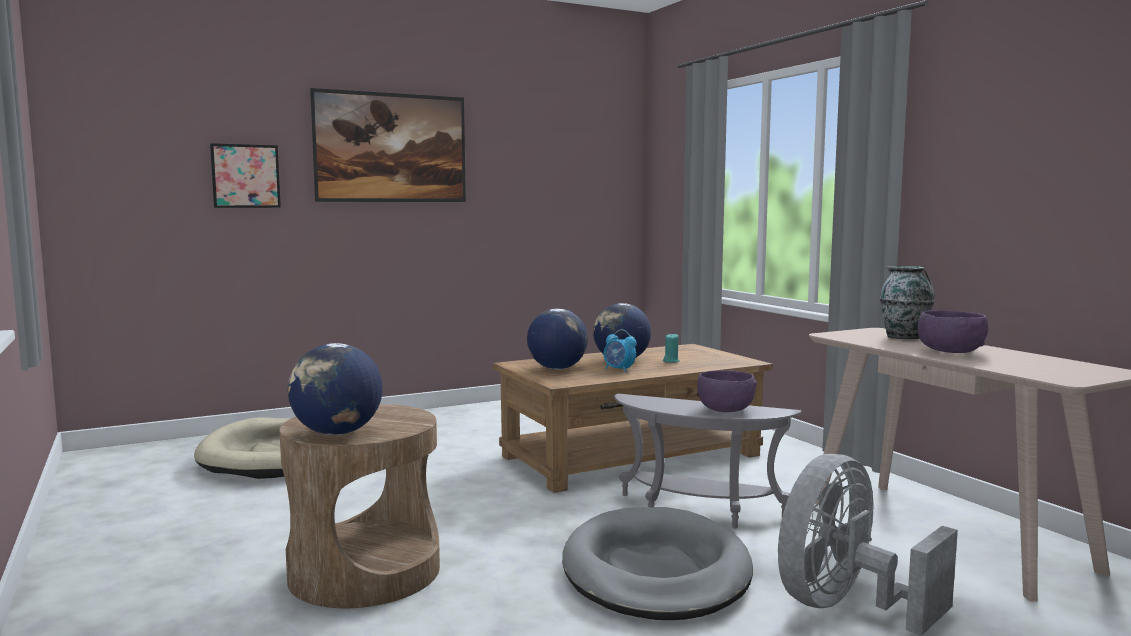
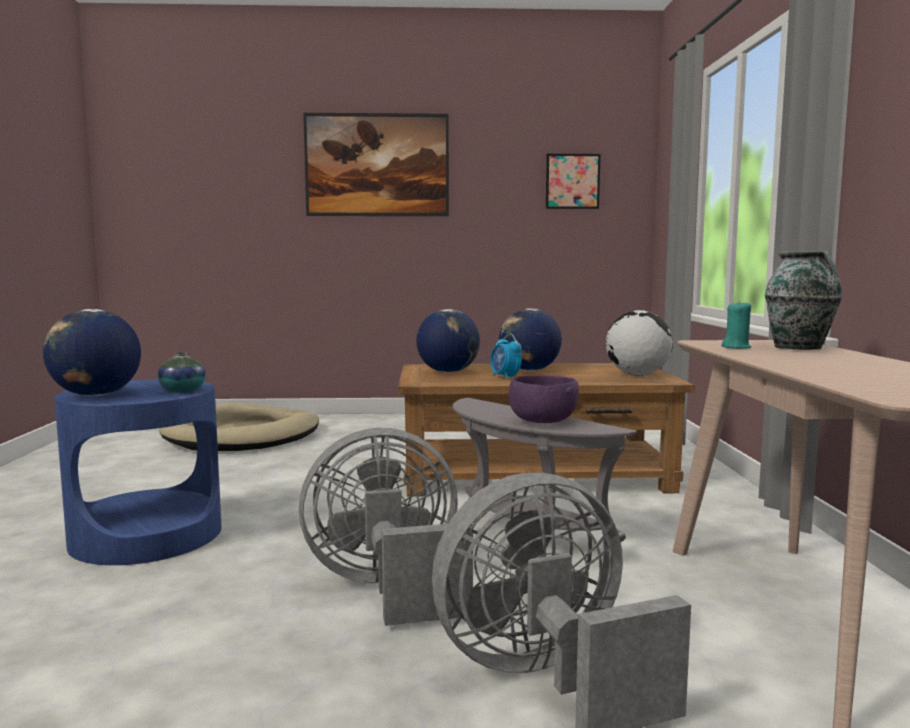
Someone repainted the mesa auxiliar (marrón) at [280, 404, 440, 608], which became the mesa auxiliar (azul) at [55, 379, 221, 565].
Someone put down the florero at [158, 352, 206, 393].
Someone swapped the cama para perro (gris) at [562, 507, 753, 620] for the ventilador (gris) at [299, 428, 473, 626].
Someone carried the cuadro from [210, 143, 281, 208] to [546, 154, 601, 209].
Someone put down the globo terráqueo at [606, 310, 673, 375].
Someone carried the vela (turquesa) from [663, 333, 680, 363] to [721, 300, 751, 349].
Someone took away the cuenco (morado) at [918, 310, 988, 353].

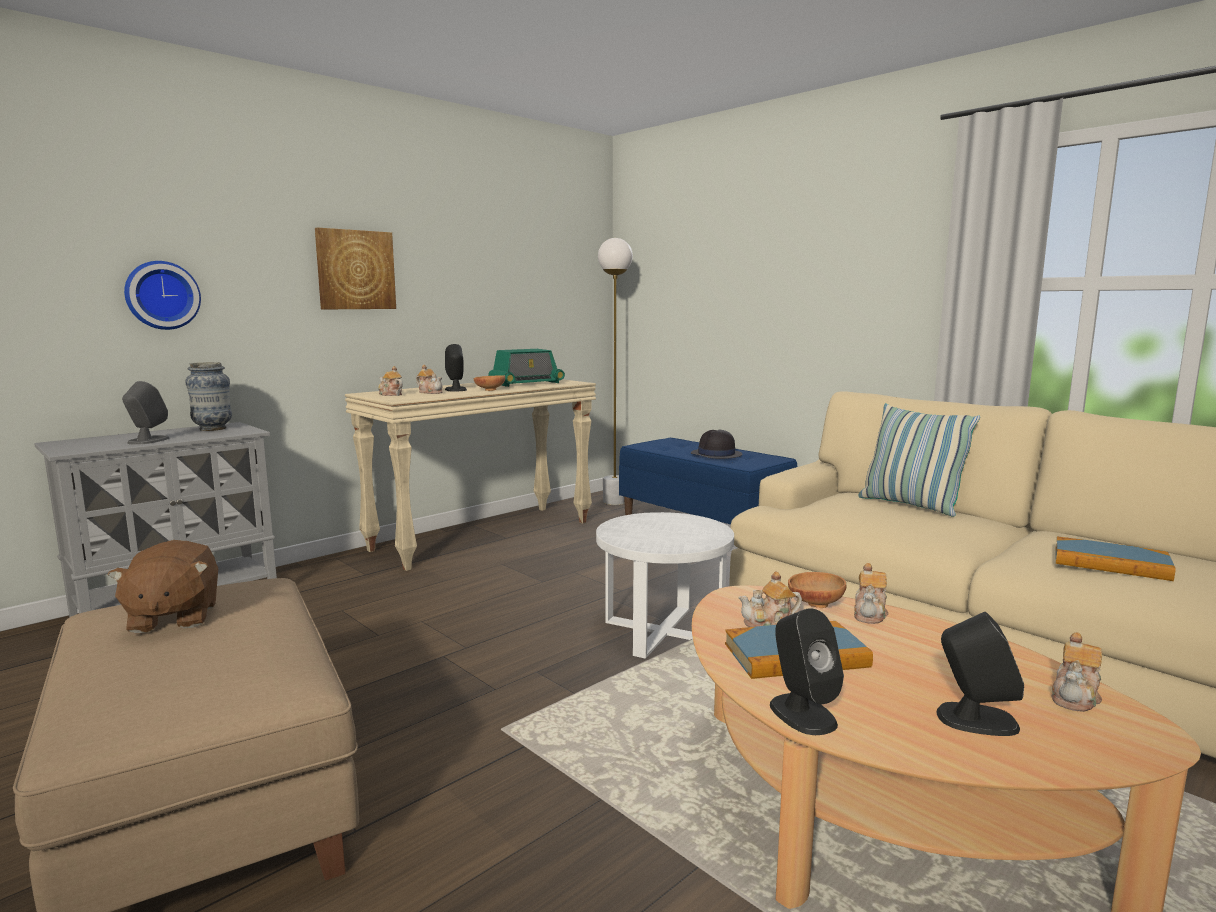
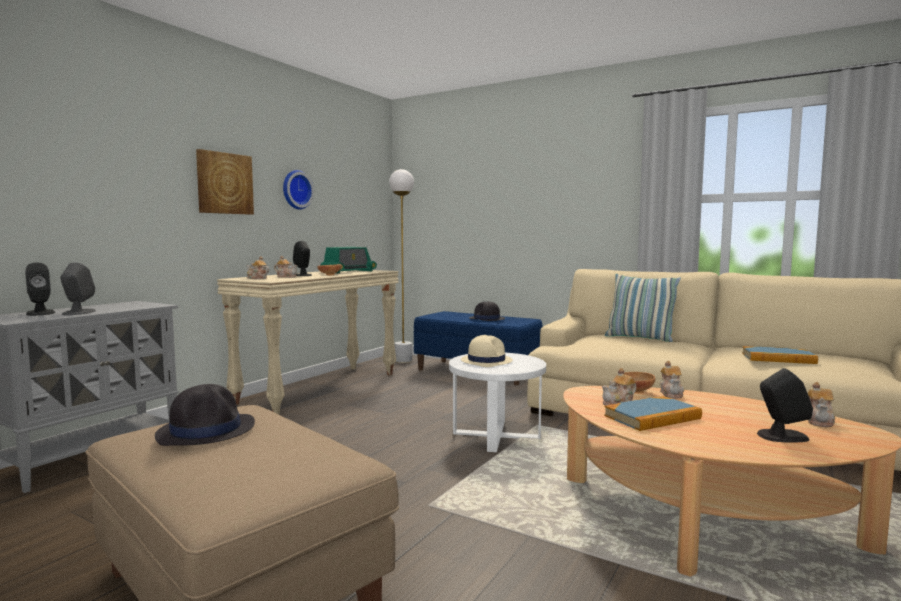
Someone carried the altavoz (negro) from [770, 608, 844, 735] to [25, 263, 55, 316].
Someone swapped the peluche (marrón) at [107, 540, 218, 633] for the sombrero (negro) at [155, 384, 255, 446].
Someone carried the reloj de pared from [124, 261, 201, 330] to [283, 170, 314, 210].
Someone put down the sombrero (beis) at [461, 335, 513, 367].
Someone took away the florero at [185, 362, 232, 431].

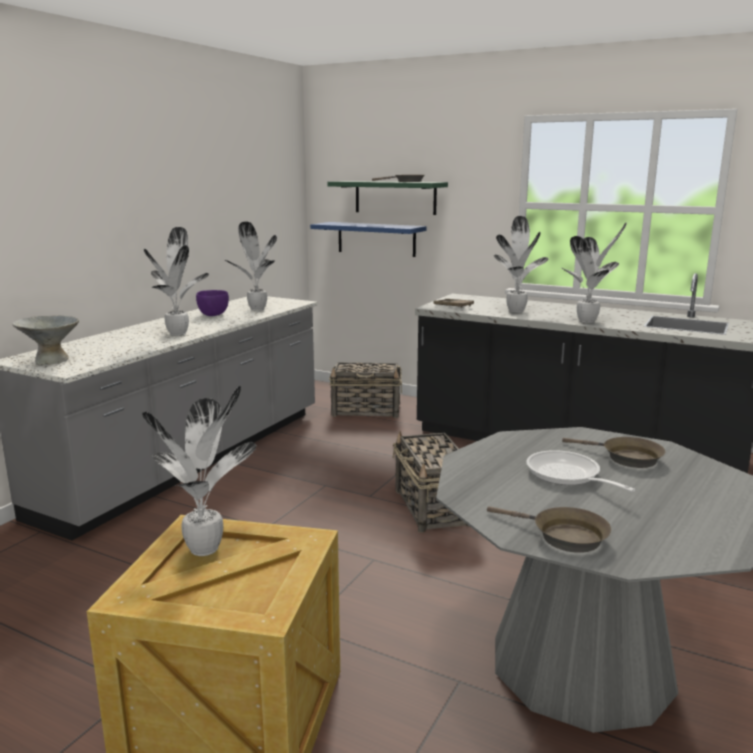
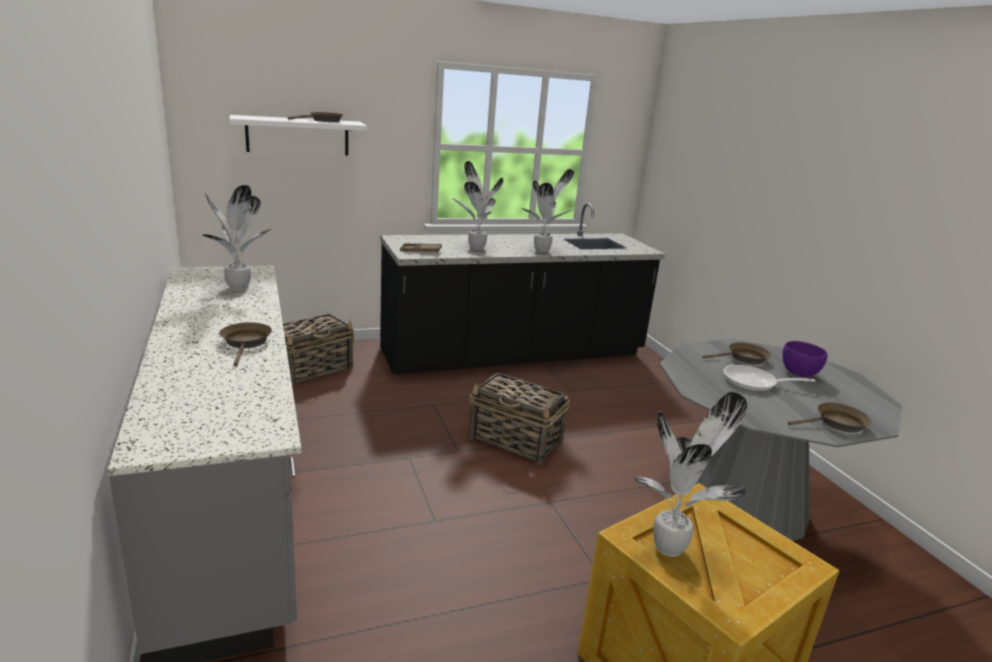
Someone swapped the planta en maceta at [144, 227, 209, 336] for the sartén (marrón) at [220, 322, 272, 366].
Someone repainted the estante (verde) at [327, 181, 448, 215], which became the estante (blanco) at [229, 115, 367, 155].
Someone carried the cuenco (morado) from [196, 290, 229, 316] to [782, 341, 828, 377].
Someone took away the cuenco (gris) at [12, 316, 79, 365].
Someone took away the estante (azul) at [310, 222, 427, 257].

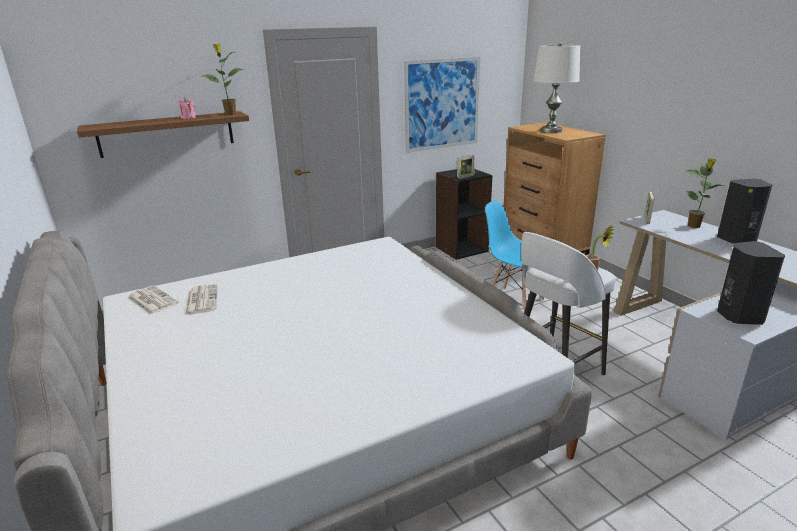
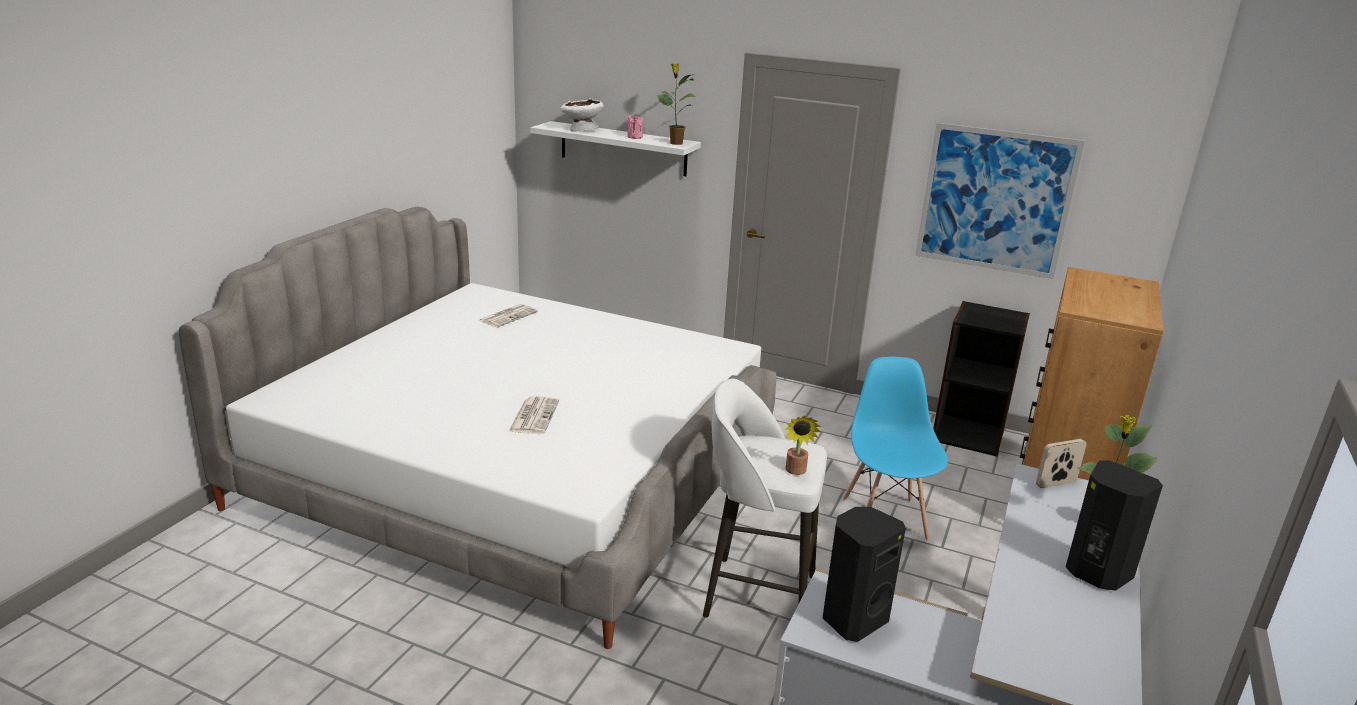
Someone carried the periódico from [128, 286, 179, 315] to [508, 396, 559, 434].
Someone repainted the estante (marrón) at [77, 111, 249, 158], which became the estante (blanco) at [530, 121, 701, 176].
Someone put down the cuenco (blanco) at [561, 98, 604, 131].
Someone took away the portarretratos at [457, 155, 475, 179].
Someone took away the lámpara de mesa (blanco) at [533, 42, 580, 133].

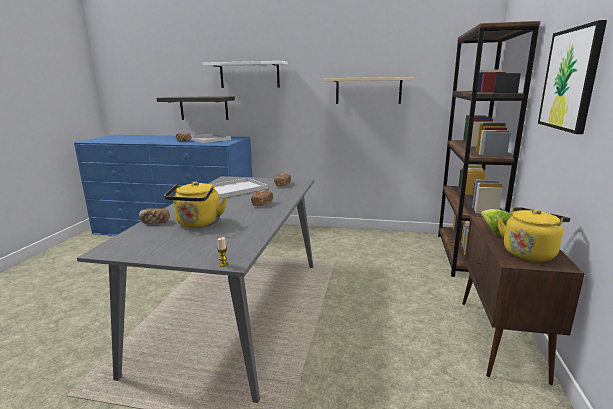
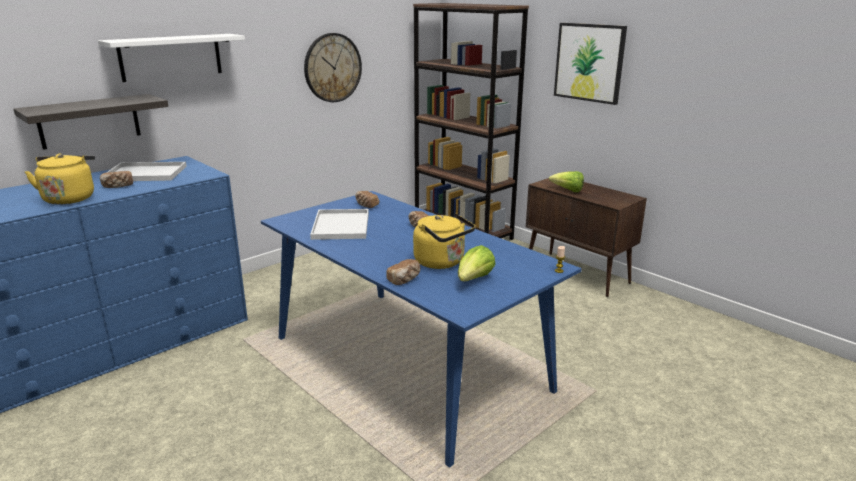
Someone carried the hervidor (amarillo) from [497, 207, 570, 262] to [25, 154, 95, 204].
Someone repainted the mesa de comedor (gris) at [77, 176, 314, 403], which became the mesa de comedor (azul) at [261, 191, 582, 467].
Someone swapped the estante (beis) at [324, 77, 414, 104] for the reloj de pared at [304, 33, 362, 102].
Someone put down the lechuga at [458, 245, 496, 281].

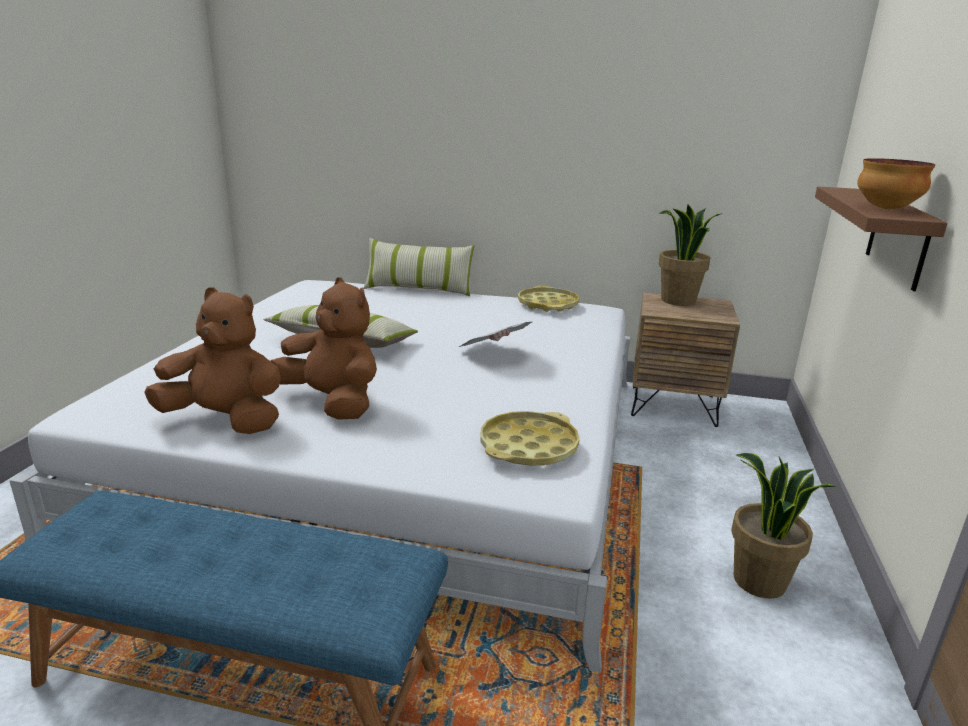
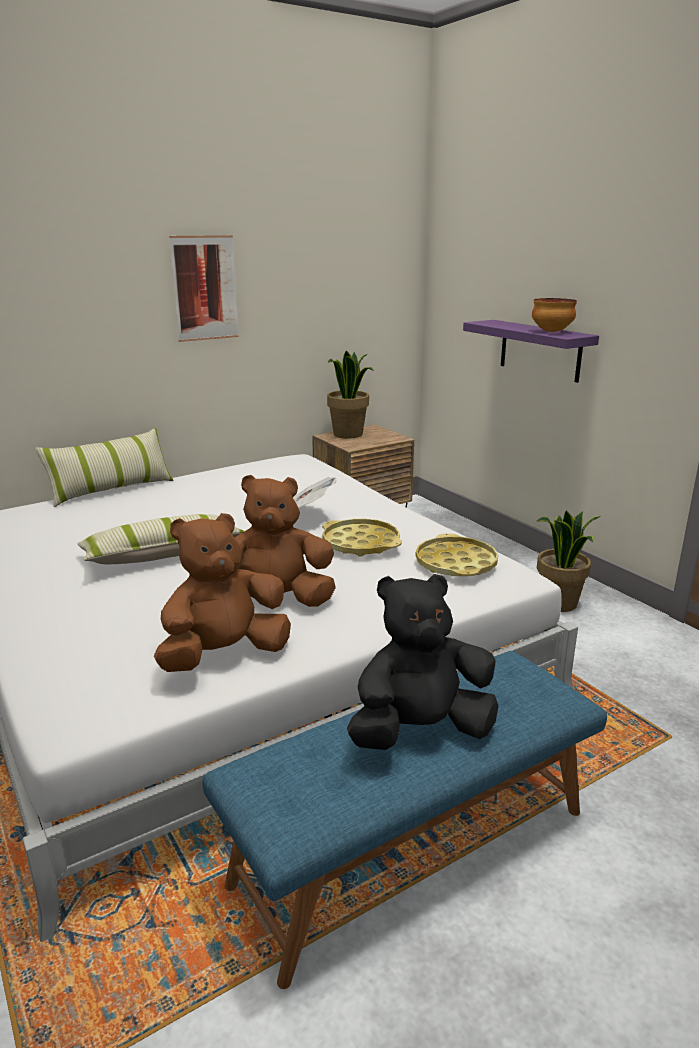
Someone put up the cuadro at [169, 235, 239, 342].
Someone carried the bandeja (amarillo) from [518, 286, 579, 312] to [322, 519, 402, 557].
Someone put down the peluche (negro) at [347, 574, 498, 750].
Someone repainted the estante (marrón) at [815, 186, 948, 291], which became the estante (morado) at [463, 320, 599, 383].

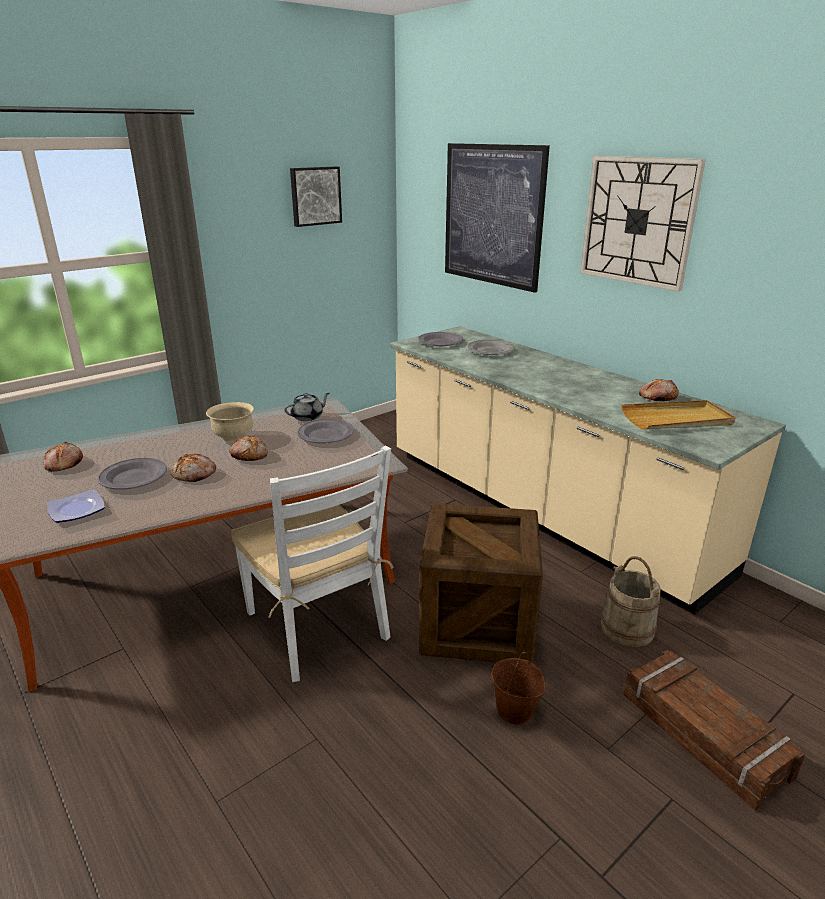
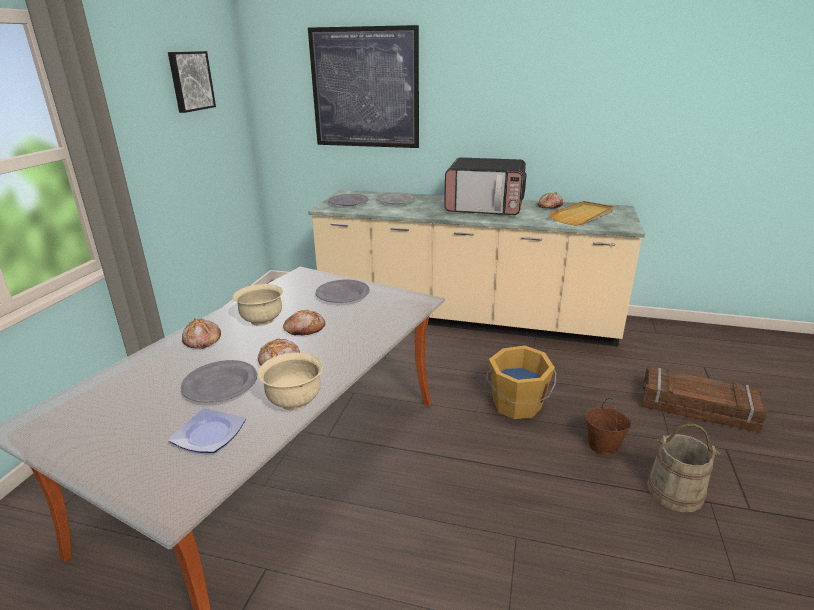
Someone carried the pan from [43, 441, 83, 472] to [182, 318, 221, 349].
Someone put down the cuenco (beis) at [257, 353, 323, 410].
Someone put down the microondas at [444, 157, 526, 215].
Someone swapped the caja de embalaje at [419, 503, 543, 663] for the cubo (naranja) at [486, 346, 556, 419].
Someone carried the cubo (beis) from [601, 556, 661, 647] to [647, 424, 720, 512].
Someone took away the silla (blanco) at [231, 445, 394, 682].
Someone took away the tetera (gris) at [284, 393, 330, 421].
Someone took away the reloj de pared at [580, 156, 706, 291].

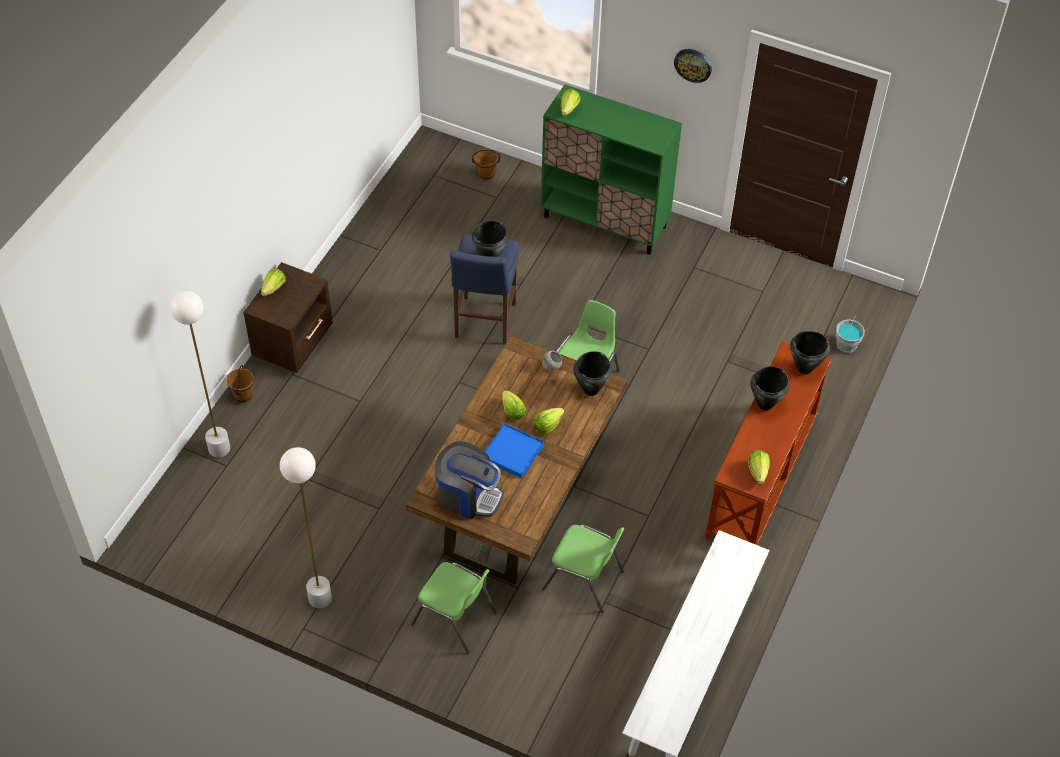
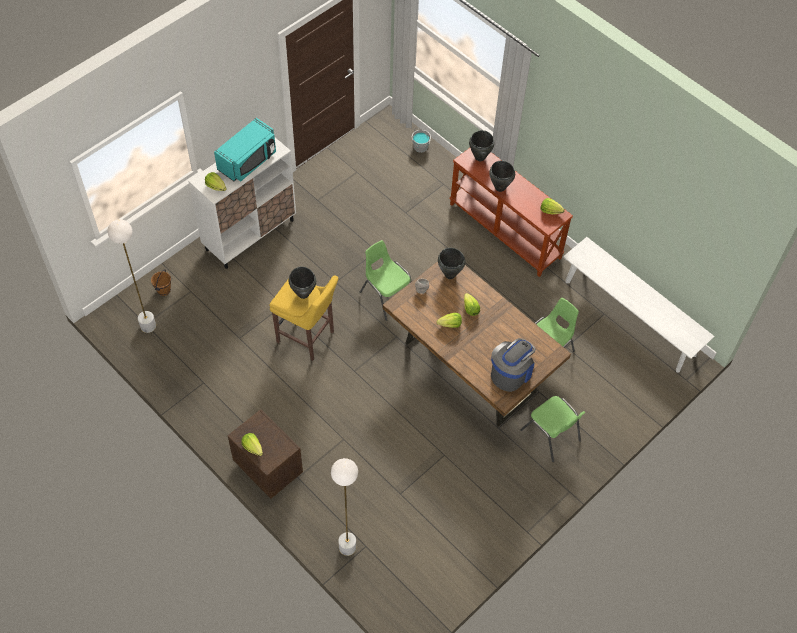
Someone carried the lámpara de pie (blanco) from [280, 447, 332, 608] to [107, 219, 156, 333].
Someone repainted the armario (verde) at [541, 84, 682, 255], which became the armario (blanco) at [188, 138, 296, 269].
Someone put down the microondas (turquesa) at [214, 118, 276, 182].
Someone repainted the taburete (azul) at [450, 235, 520, 345], which became the taburete (amarillo) at [269, 275, 338, 361].
Someone rotated the silla (verde) at [411, 562, 496, 654] by 90 degrees clockwise.
Someone took away the cubo (marrón) at [226, 365, 254, 403].
Someone took away the bandeja (azul) at [484, 423, 544, 478].
Someone took away the reloj de pared at [674, 49, 712, 83].

